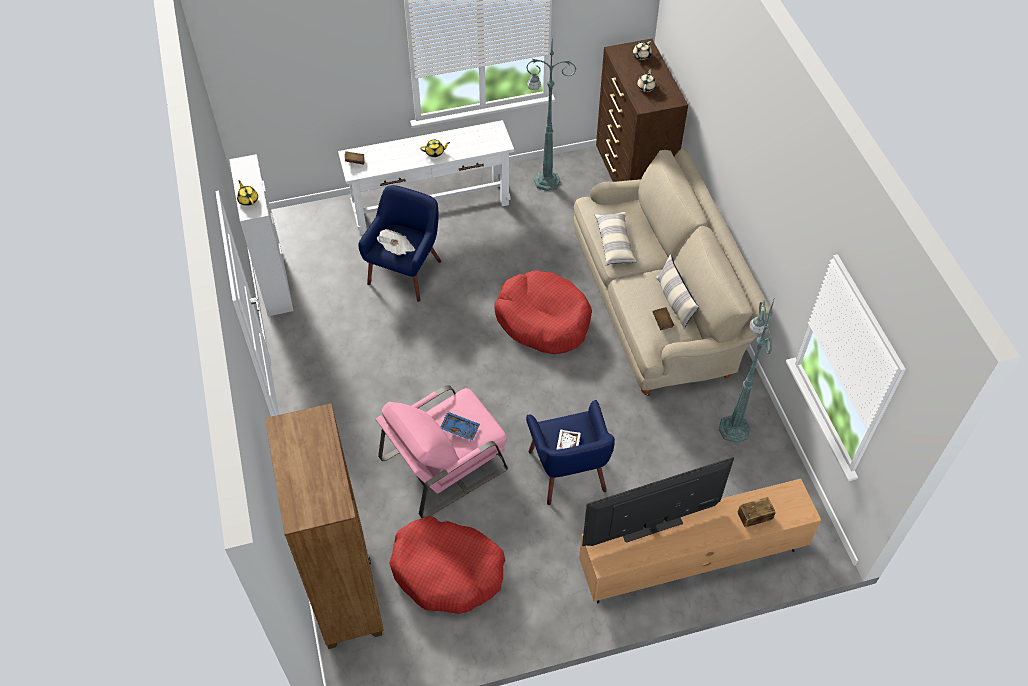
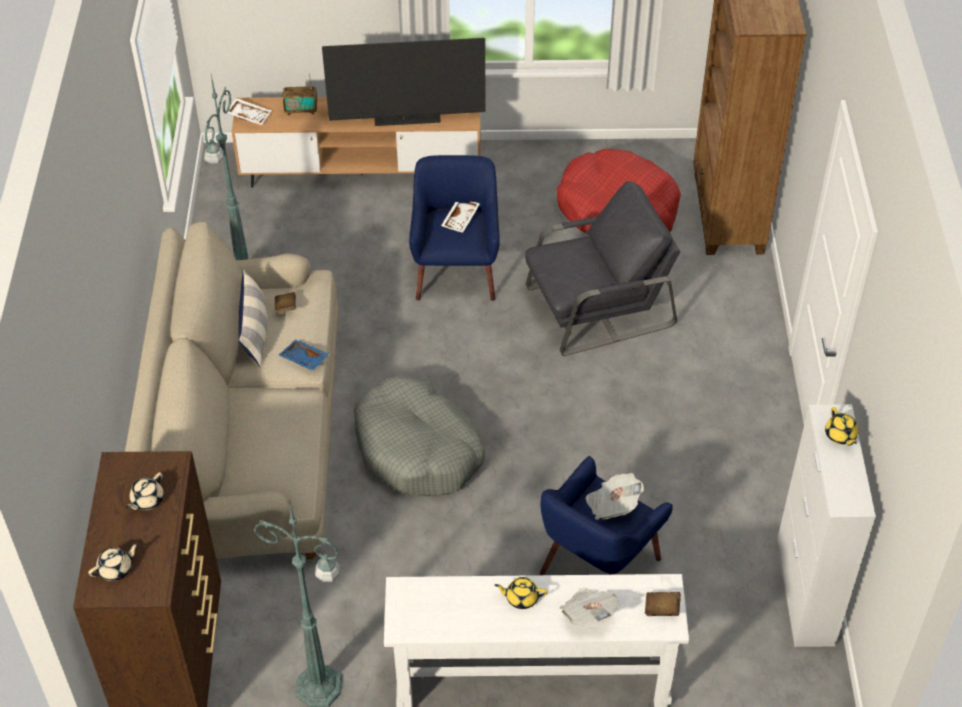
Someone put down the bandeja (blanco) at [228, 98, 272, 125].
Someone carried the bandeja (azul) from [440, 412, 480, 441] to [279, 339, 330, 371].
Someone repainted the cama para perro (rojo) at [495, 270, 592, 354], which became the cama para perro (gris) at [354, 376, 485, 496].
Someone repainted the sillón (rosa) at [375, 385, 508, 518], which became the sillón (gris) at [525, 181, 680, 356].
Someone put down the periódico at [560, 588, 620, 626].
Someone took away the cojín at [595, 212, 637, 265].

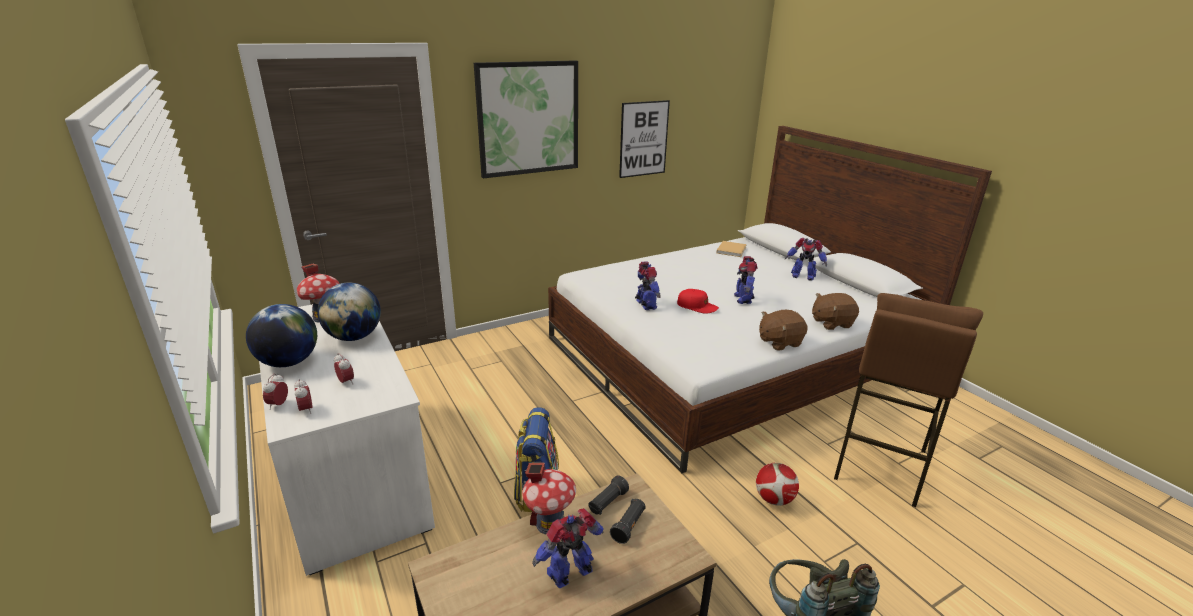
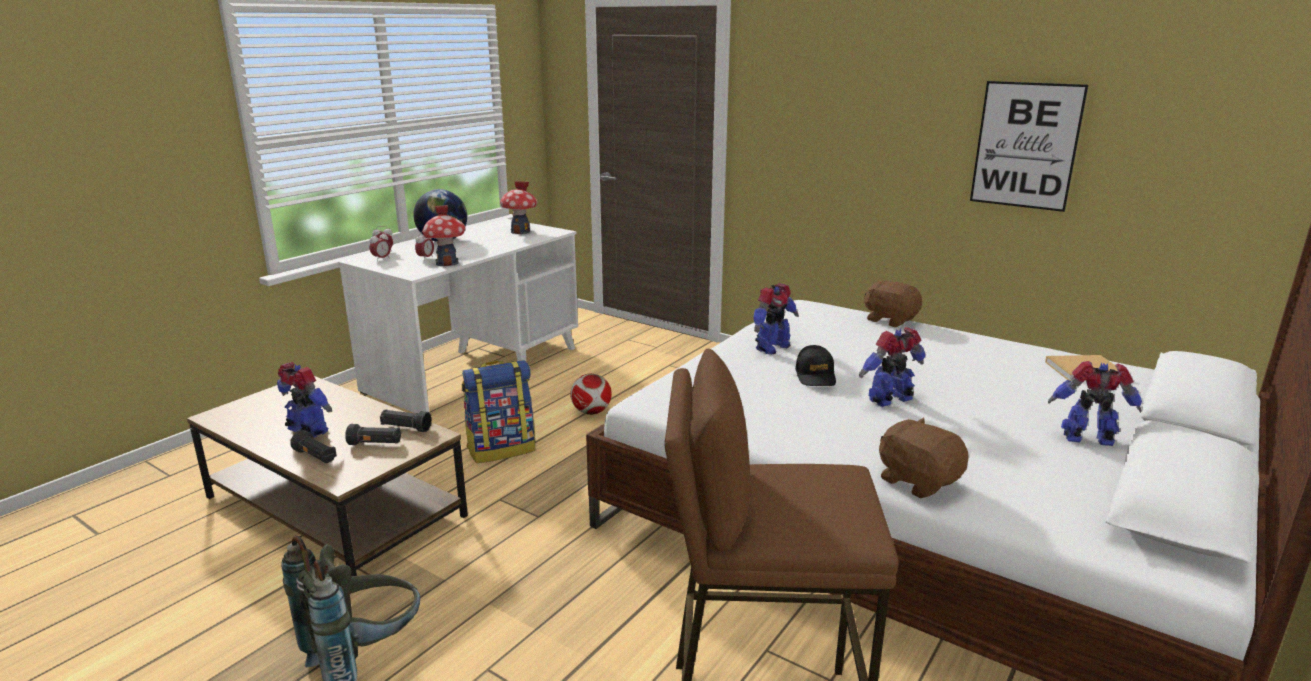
Someone put down the linterna (negro) at [290, 430, 337, 463].
Someone carried the casita from [522, 462, 576, 534] to [422, 205, 465, 266].
Someone carried the balón de fútbol from [756, 463, 799, 506] to [570, 374, 612, 415].
Someone repainted the gorra (rojo) at [677, 289, 719, 314], which became the gorra (negro) at [795, 345, 836, 386].
Someone carried the peluche (marrón) from [759, 310, 808, 351] to [864, 280, 922, 327].
Someone rotated the robot de juguete at [785, 238, 827, 281] by 105 degrees clockwise.
Someone took away the globo terráqueo at [317, 283, 381, 341].
Someone took away the cuadro at [474, 60, 578, 178].

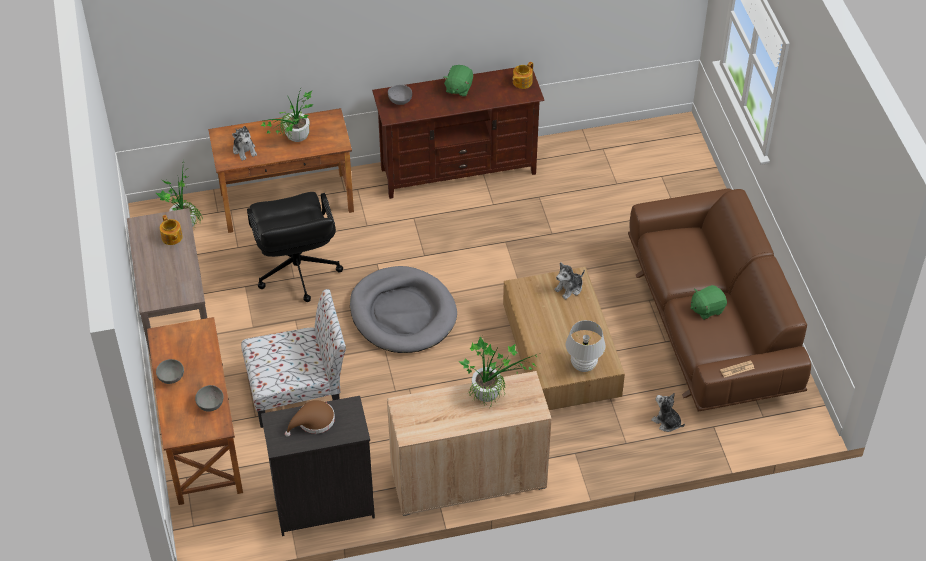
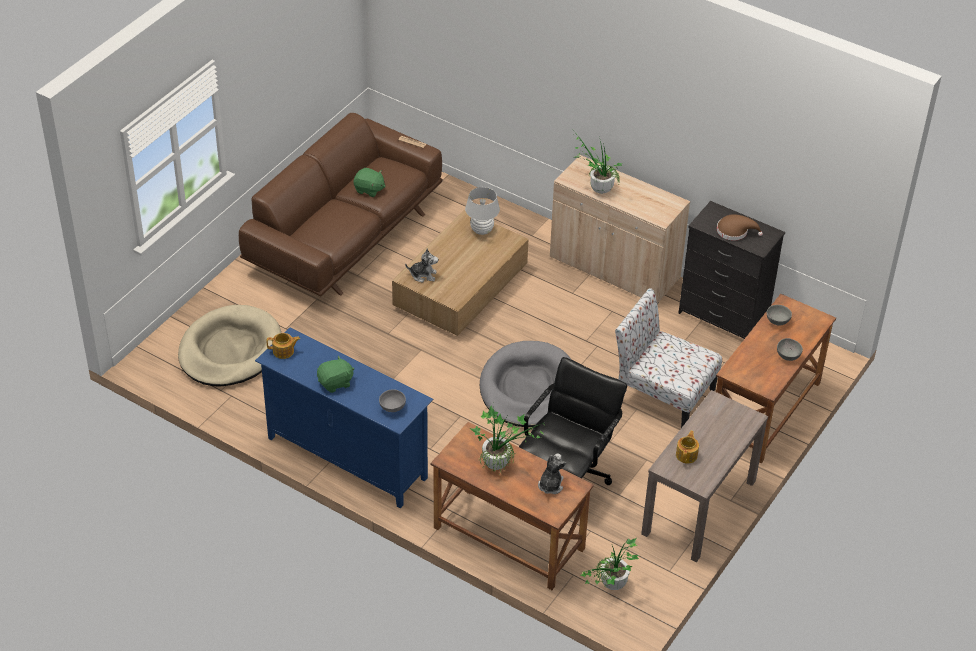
Someone put down the cama para perro (beis) at [178, 305, 281, 386].
Someone repainted the mueble de televisión (marrón) at [372, 68, 545, 199], which became the mueble de televisión (azul) at [255, 328, 434, 508].
Someone took away the peluche at [651, 393, 685, 432].

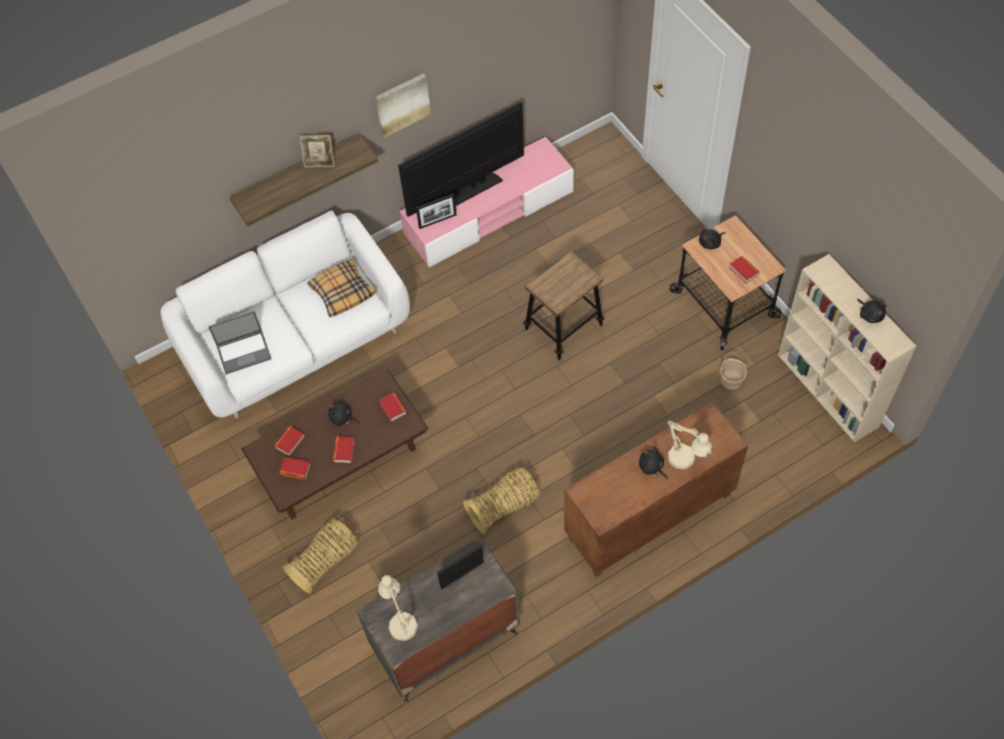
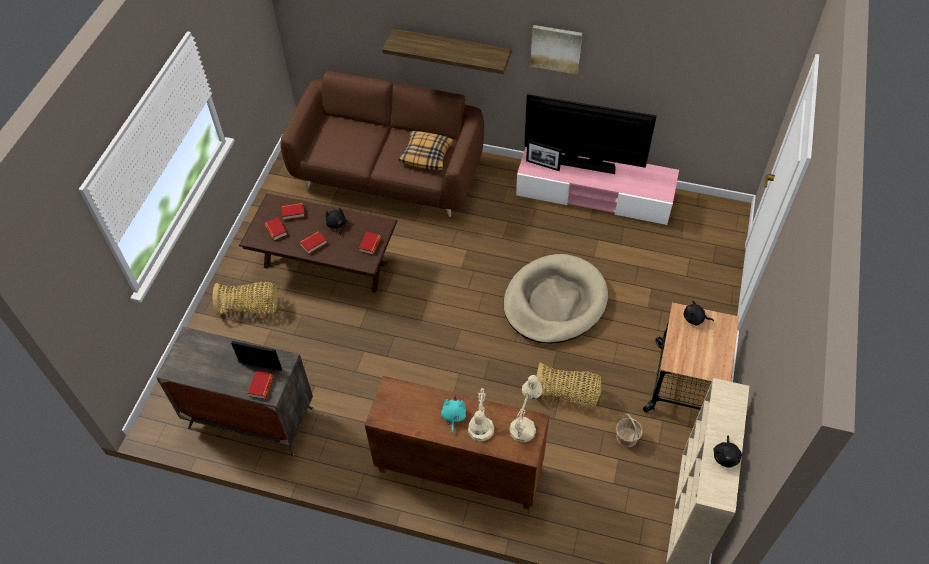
Someone carried the libro from [729, 256, 759, 283] to [248, 371, 274, 399].
Someone repainted the sofá (blanco) at [161, 211, 410, 419], which became the sofá (marrón) at [280, 71, 484, 217].
Someone repainted the peluche (negro) at [639, 447, 668, 480], which became the peluche (turquesa) at [441, 396, 466, 434].
Someone swapped the taburete at [523, 251, 604, 360] for the cama para perro (beis) at [504, 254, 608, 344].
Someone carried the lámpara de mesa (beis) from [378, 575, 418, 641] to [509, 375, 542, 443].
Someone carried the cesta from [463, 468, 540, 534] to [536, 362, 601, 407].
Someone took away the portátil at [208, 311, 271, 374].
Someone took away the portarretratos at [300, 135, 334, 168].

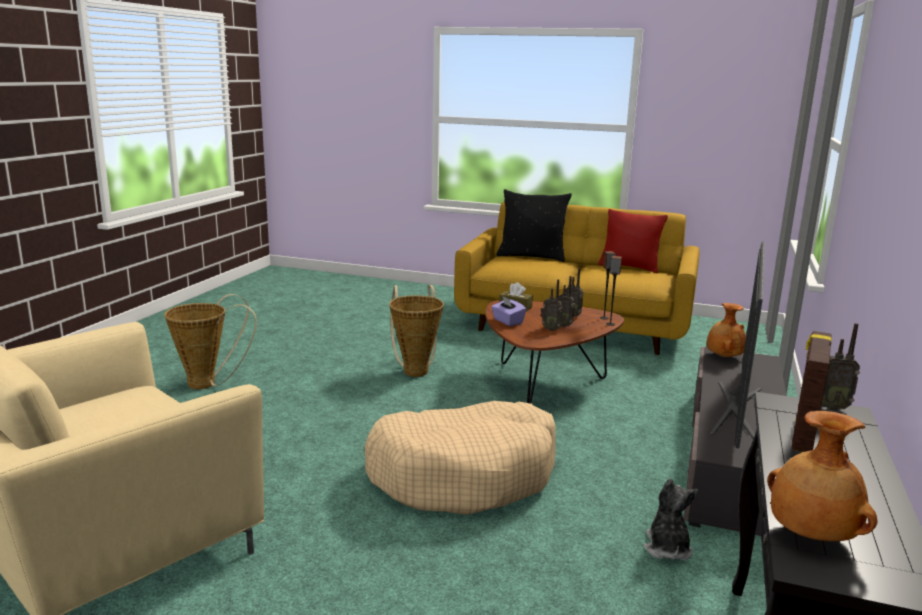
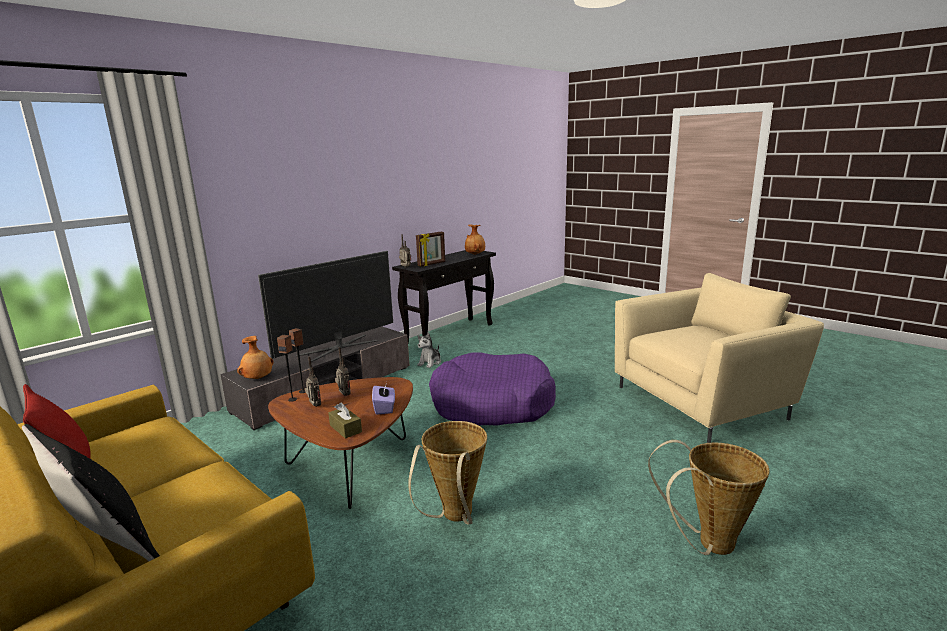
Someone repainted the cama para perro (beis) at [364, 401, 556, 515], which became the cama para perro (morado) at [429, 352, 556, 426].
Someone took away the radio at [540, 279, 563, 331].

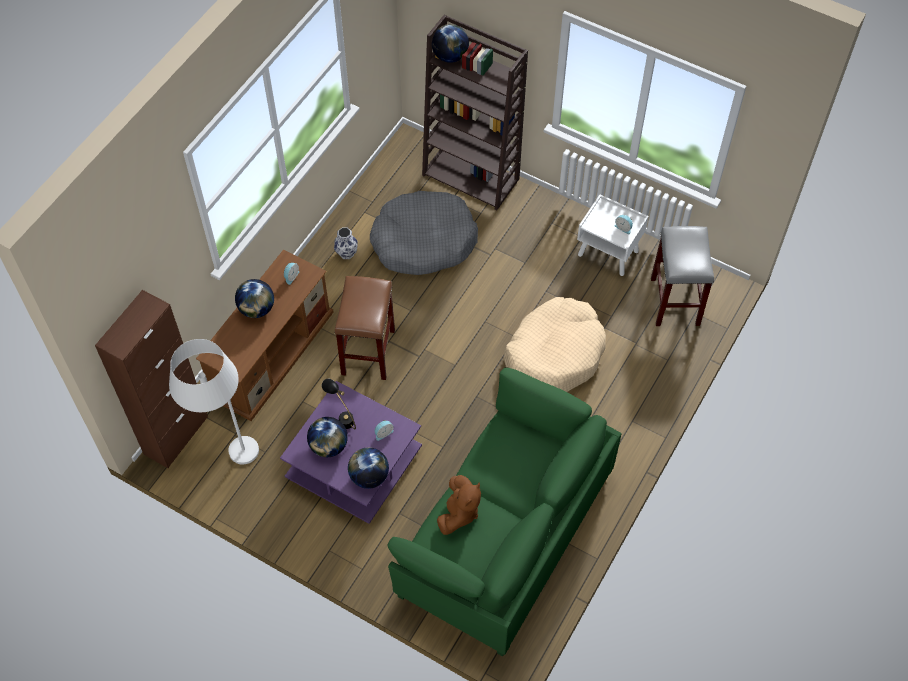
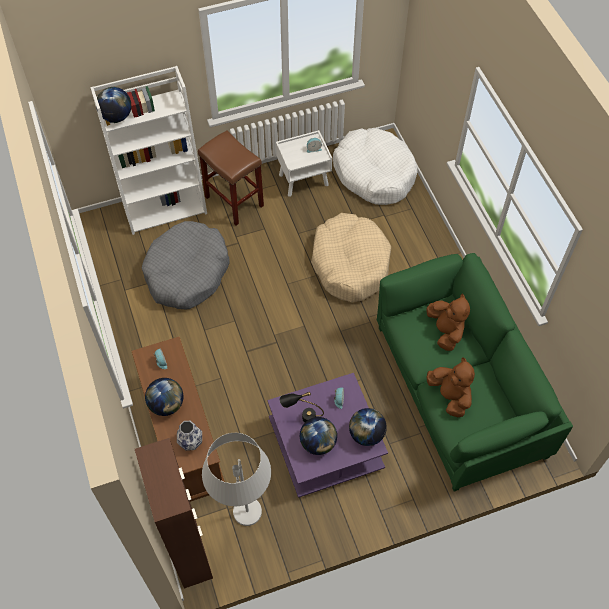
Someone repainted the estantería (marrón) at [422, 15, 528, 210], which became the estantería (blanco) at [90, 66, 207, 235].
Someone carried the florero from [334, 228, 358, 259] to [177, 420, 202, 451].
Someone carried the taburete (marrón) from [335, 276, 395, 380] to [198, 130, 264, 225].
Someone swapped the taburete (gris) at [651, 226, 714, 326] for the cama para perro (blanco) at [333, 128, 418, 205].
Someone put down the peluche (marrón) at [426, 293, 470, 351].

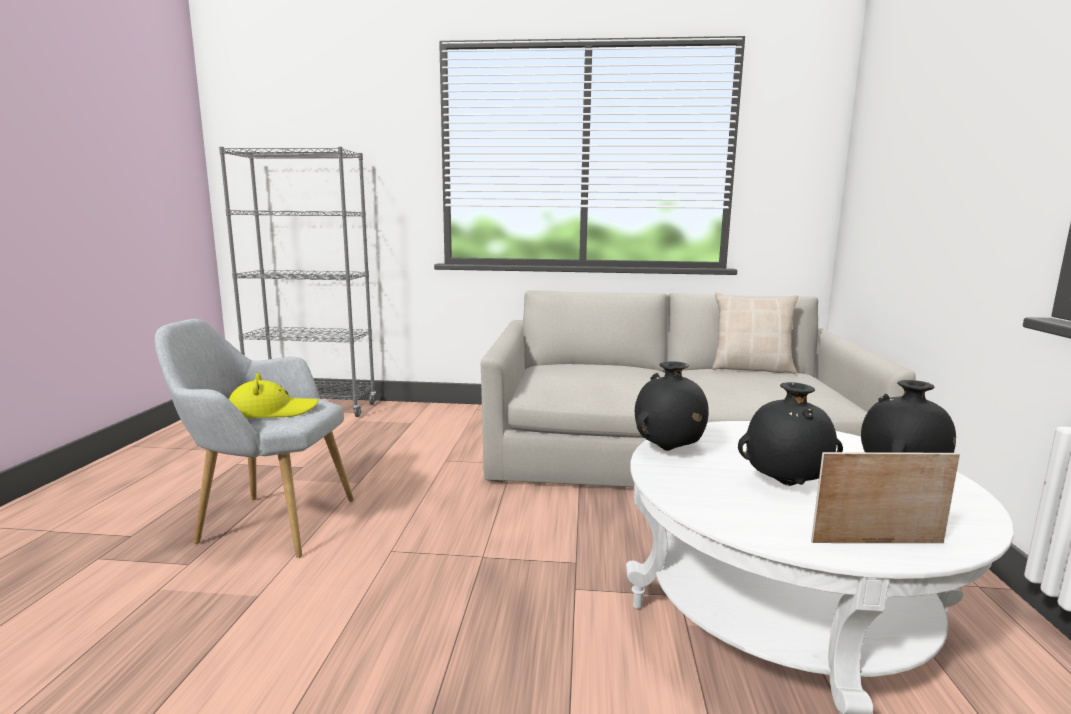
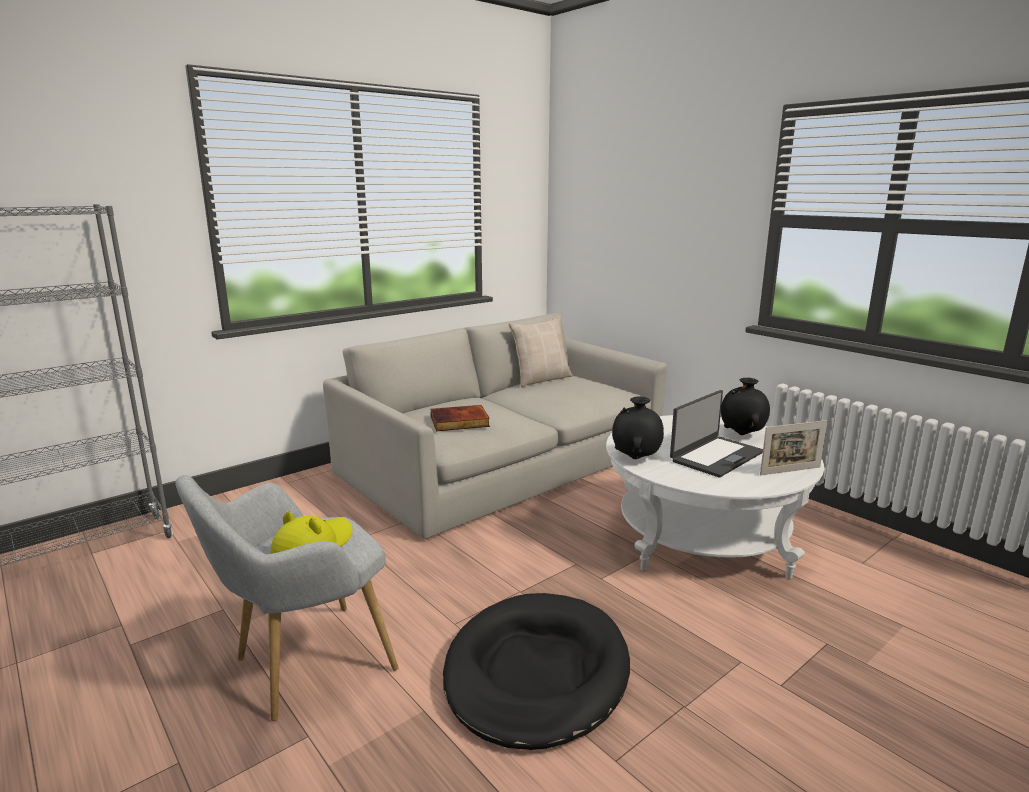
Someone put down the libro at [431, 405, 490, 431].
Someone put down the cama para perro (negro) at [443, 593, 630, 750].
Someone swapped the florero (negro) at [738, 382, 843, 486] for the portátil at [670, 390, 763, 477].
Someone rotated the portarretratos at [811, 452, 960, 543] by 150 degrees counterclockwise.

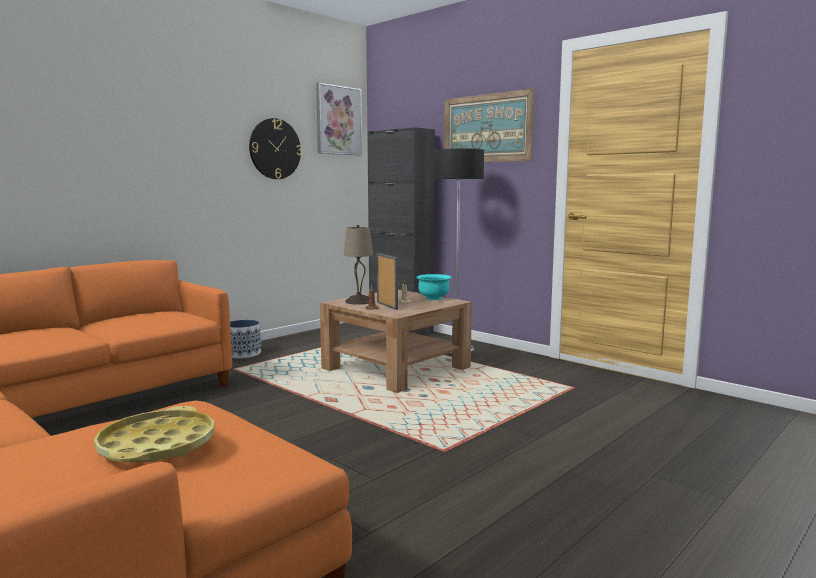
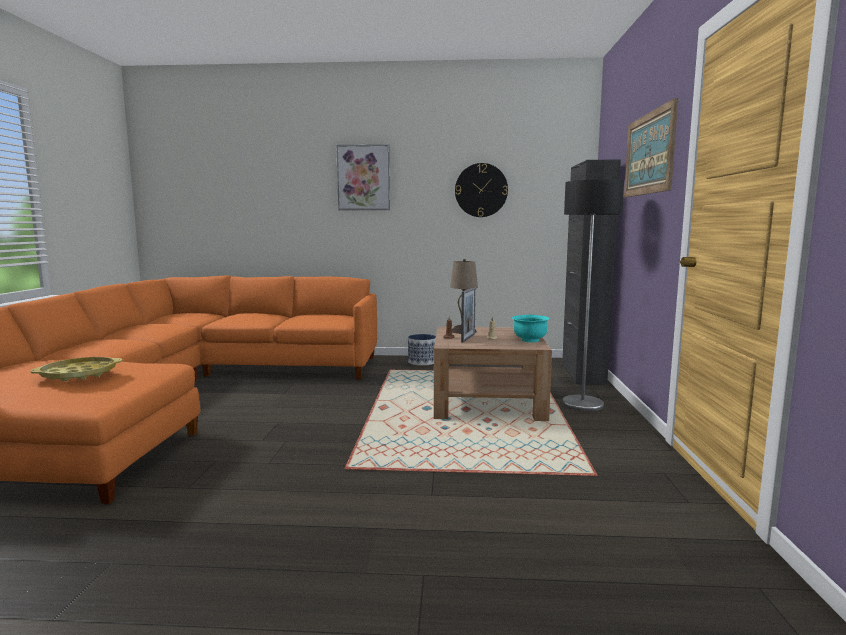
Someone carried the cuadro from [316, 83, 362, 155] to [336, 144, 390, 210].

